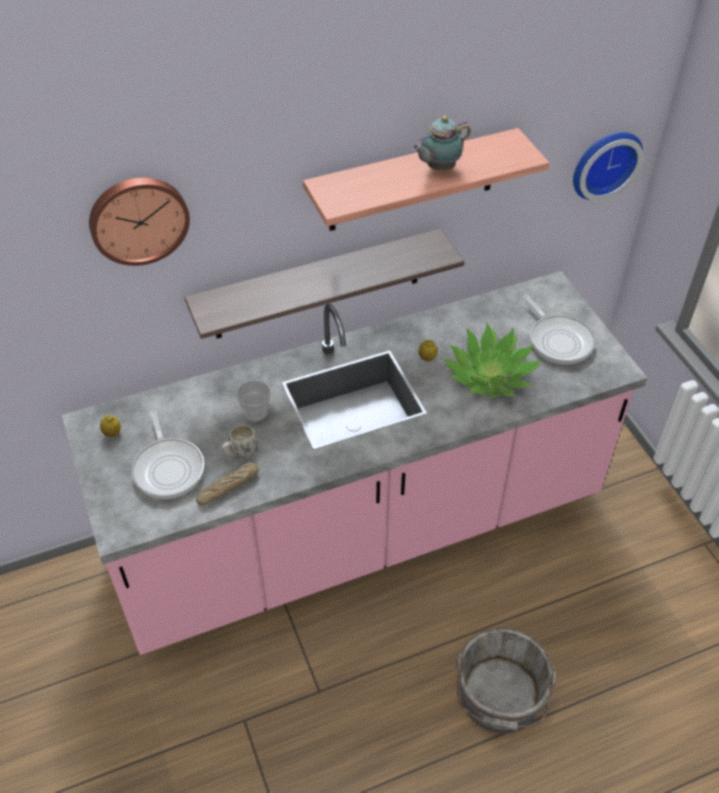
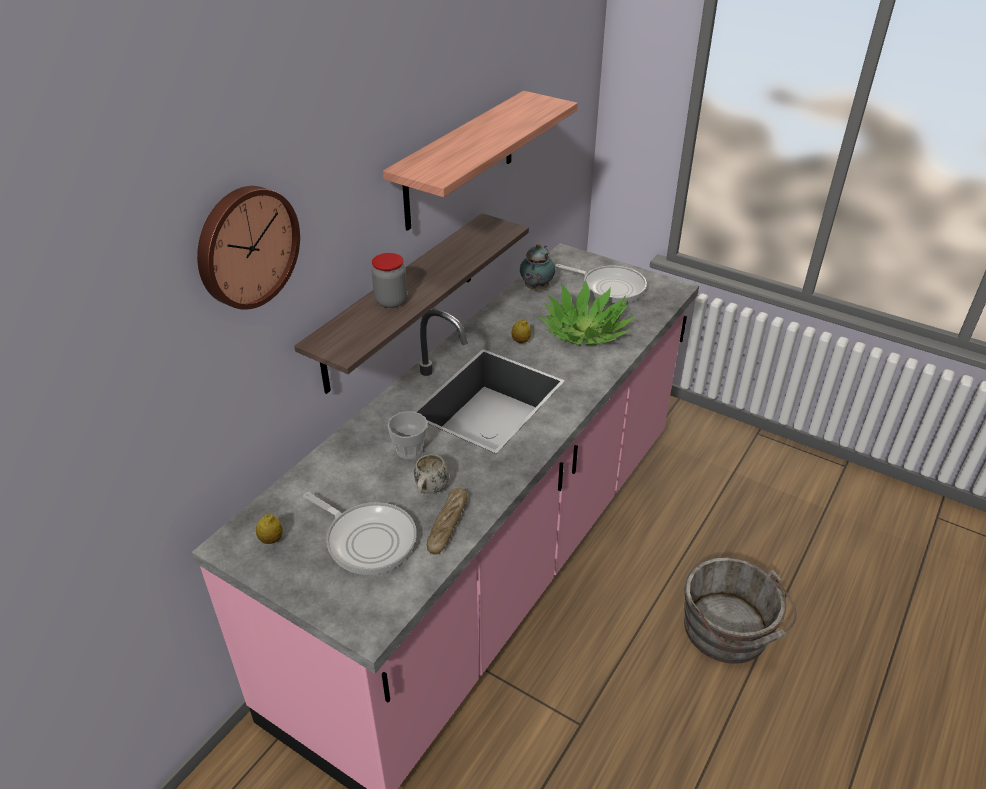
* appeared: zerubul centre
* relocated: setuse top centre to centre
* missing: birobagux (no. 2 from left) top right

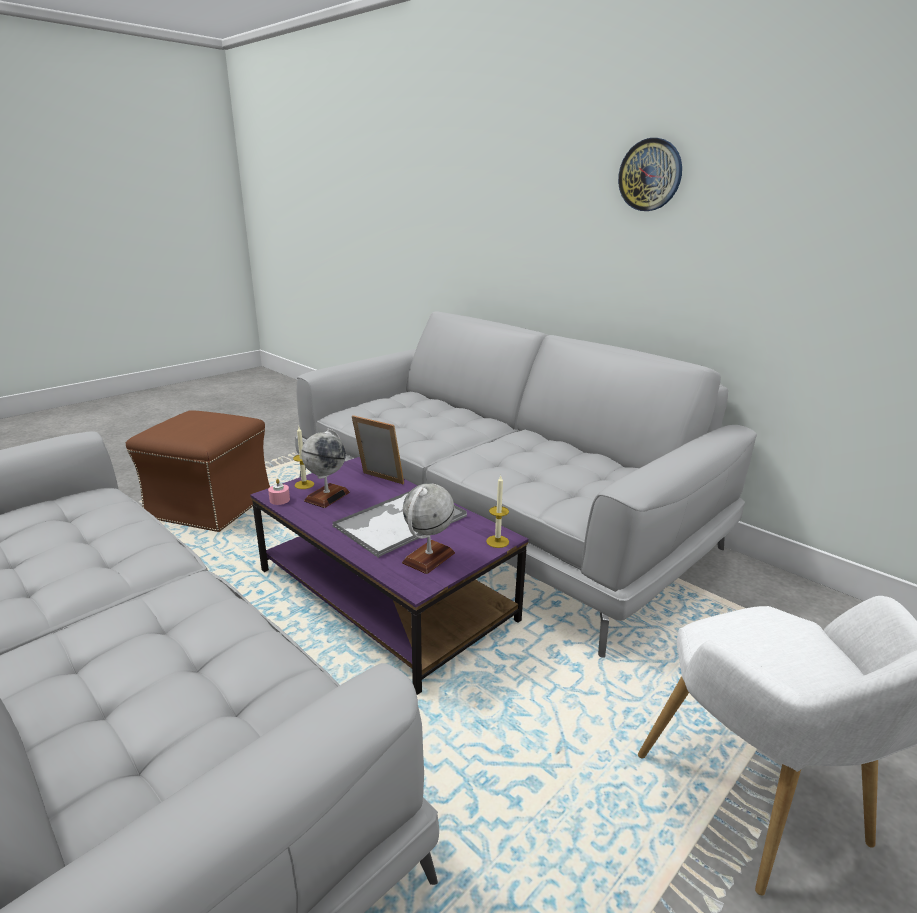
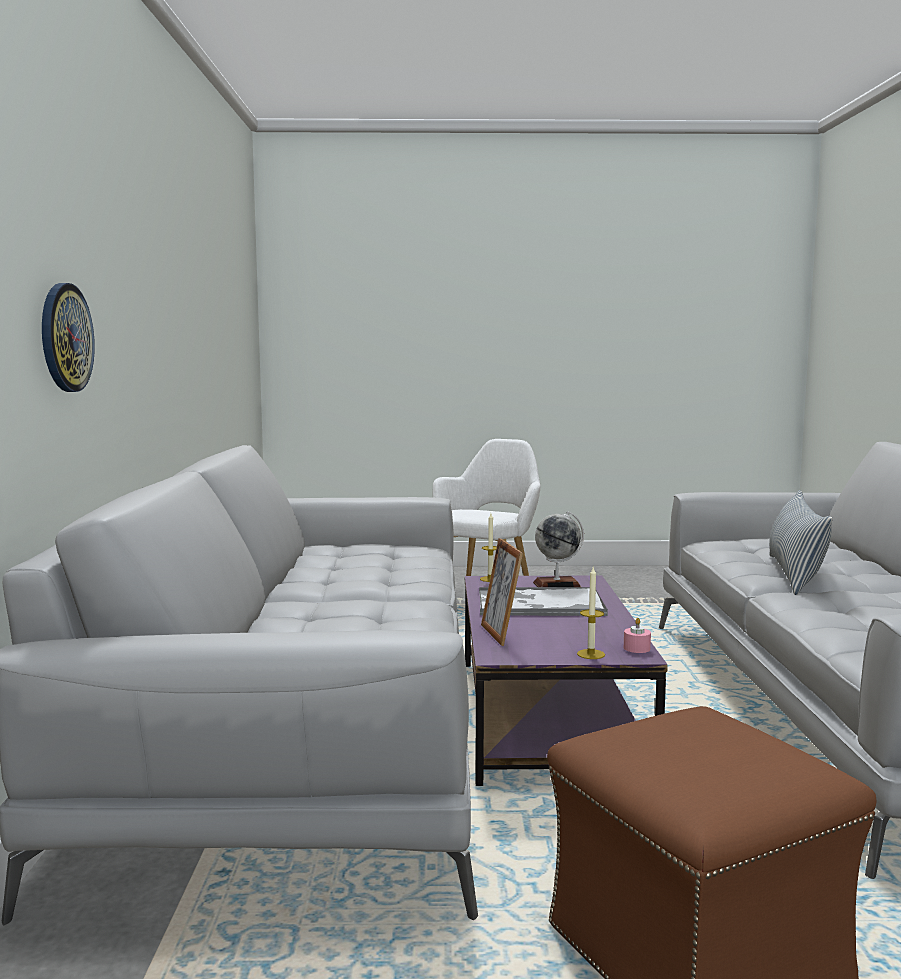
* relocated: birobagux top right to middle left
* appeared: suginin middle right
* missing: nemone (no. 1 from left) centre

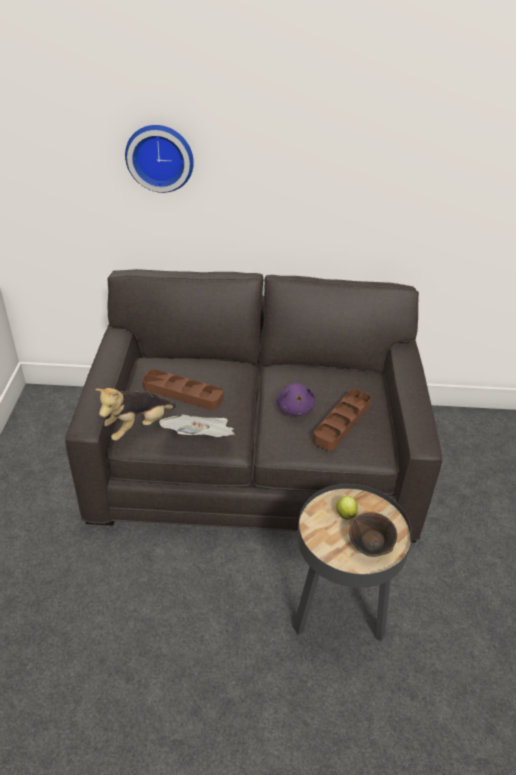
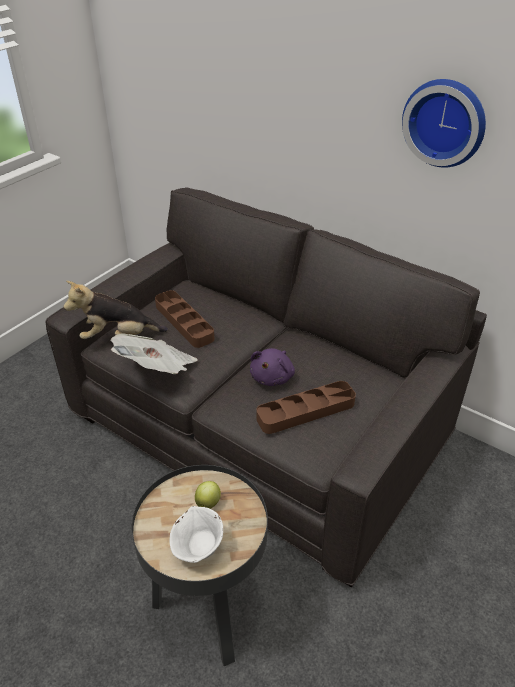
* colour: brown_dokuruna bottom right to white_dokuruna bottom centre
* relocated: birobagux top left to top right

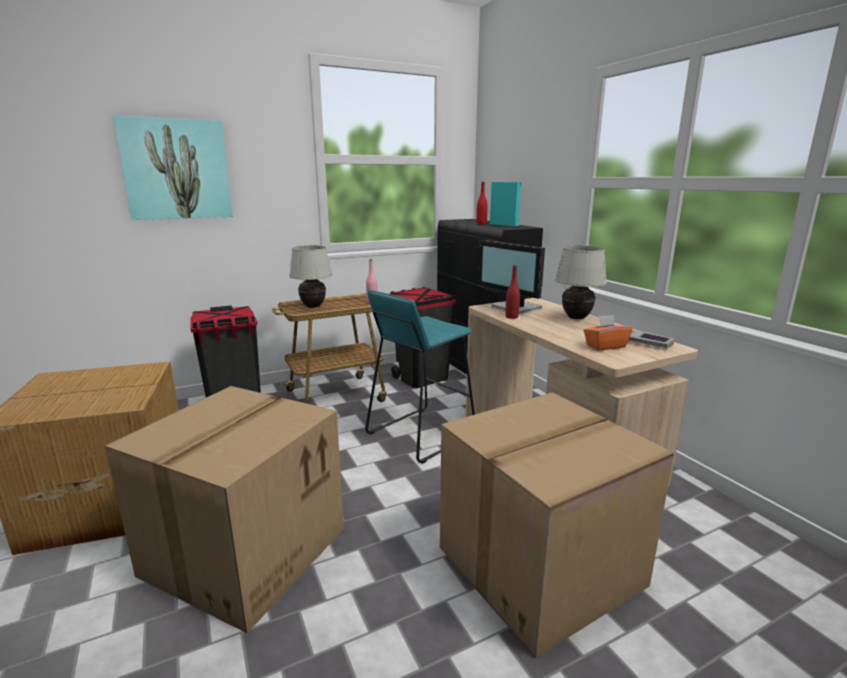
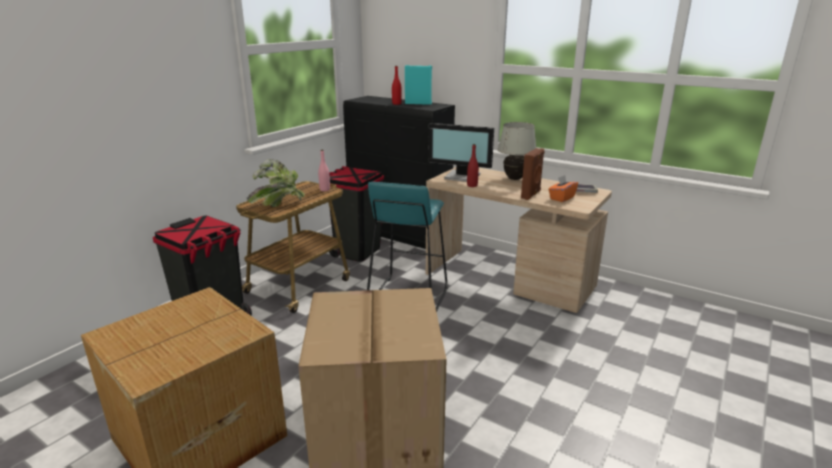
* exchanged: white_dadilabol (no. 1 from left) centre to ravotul middle left
* appeared: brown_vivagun centre
* missing: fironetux top left
* missing: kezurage (no. 3 from left) bottom centre

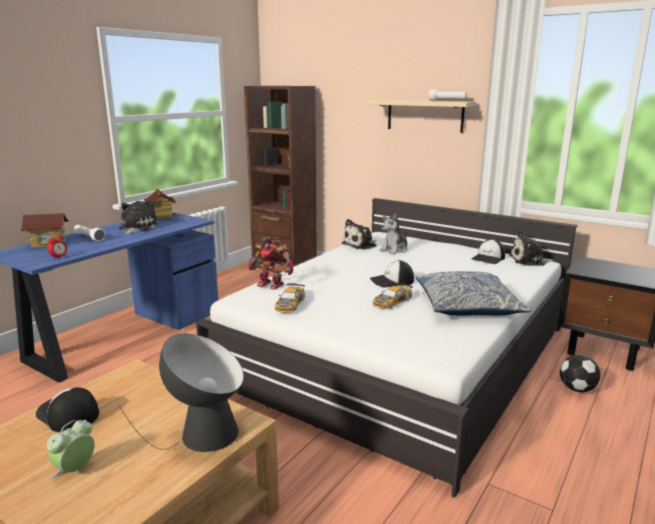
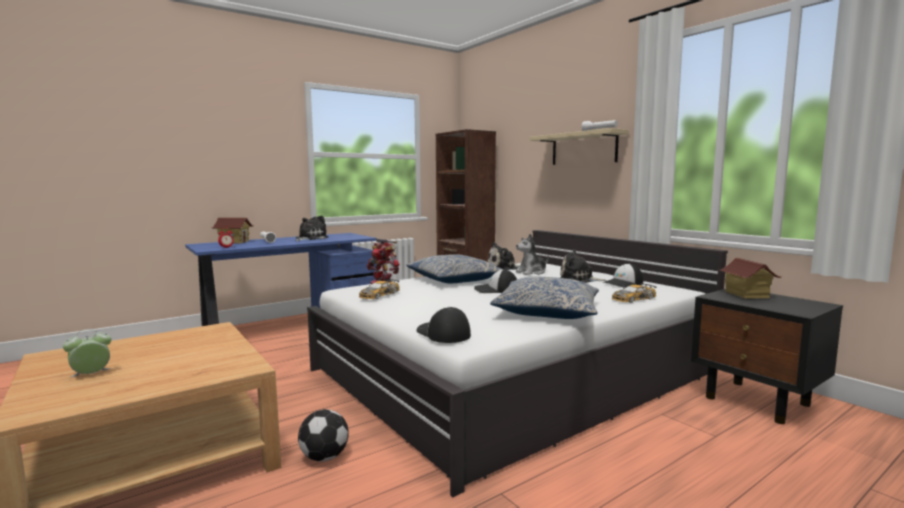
* relocated: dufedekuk bottom right to bottom centre
* appeared: suginin (no. 1 from left) centre
* relocated: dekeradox (no. 1 from left) bottom left to centre
* relocated: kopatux (no. 4 from left) middle right to centre
* relocated: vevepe (no. 2 from left) centre to middle right
* relocated: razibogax (no. 2 from left) middle left to middle right
* missing: dadilabol bottom left

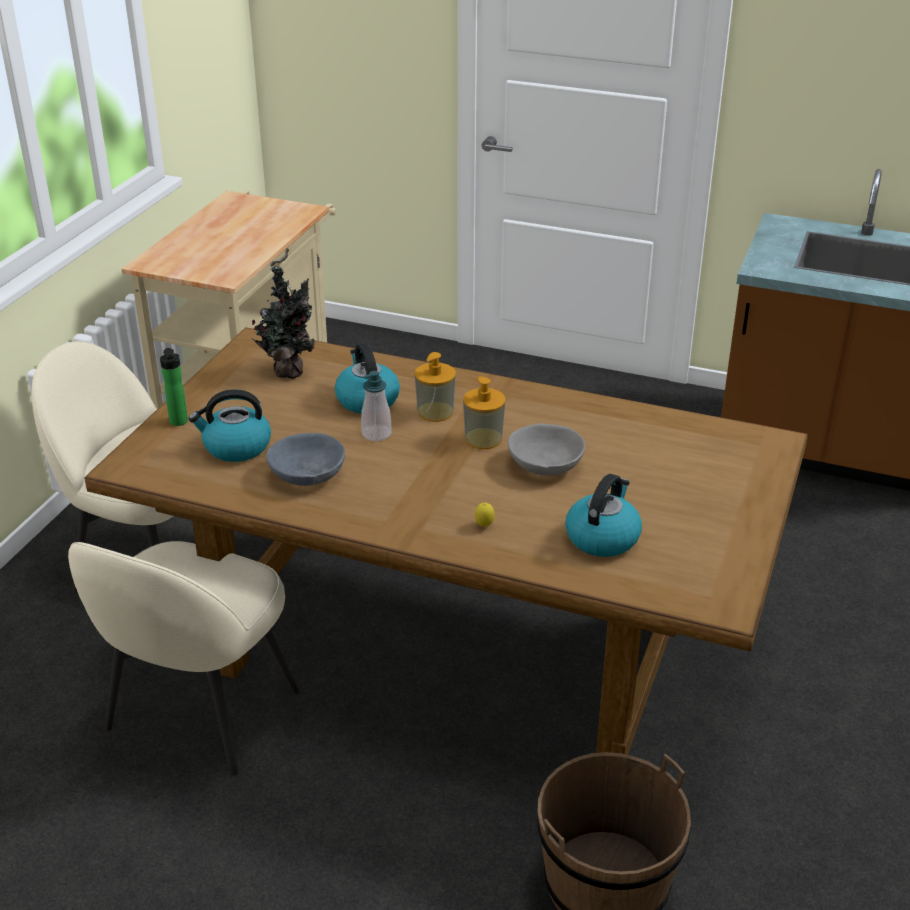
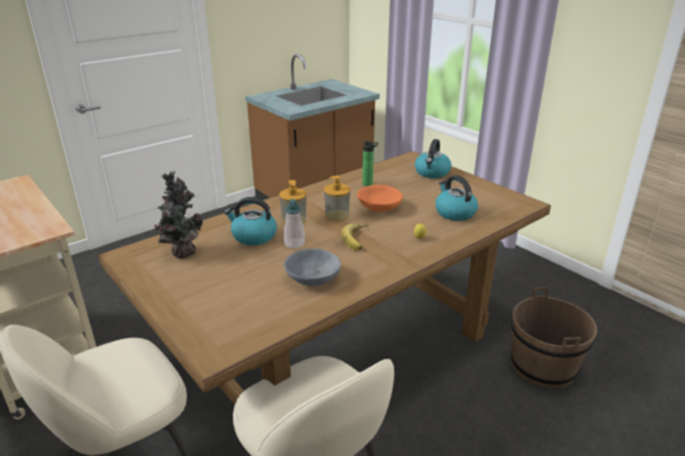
* appeared: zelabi centre
* colour: grey_dokuruna (no. 2 from left) centre to orange_dokuruna centre
* relocated: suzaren middle left to centre
* relocated: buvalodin (no. 1 from left in the first image) middle left to buvalodin (no. 2 from left) centre

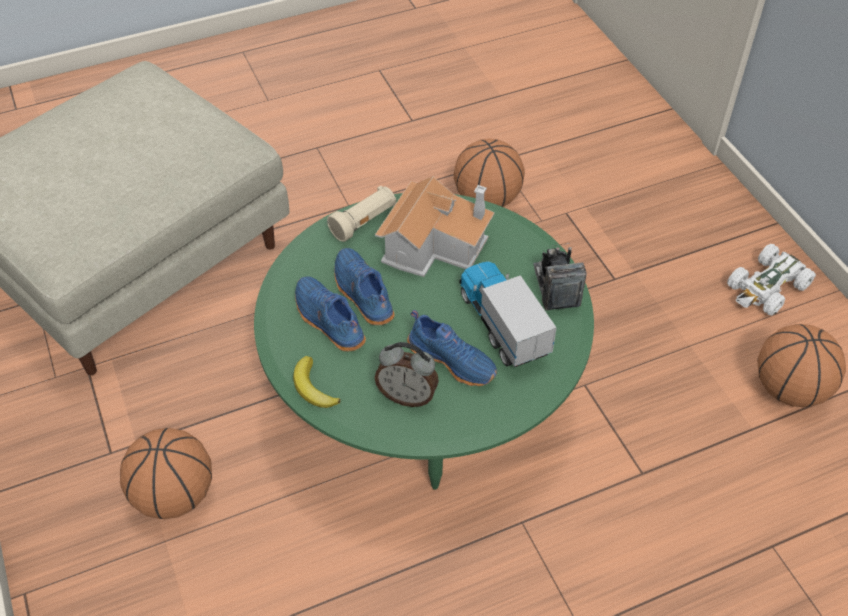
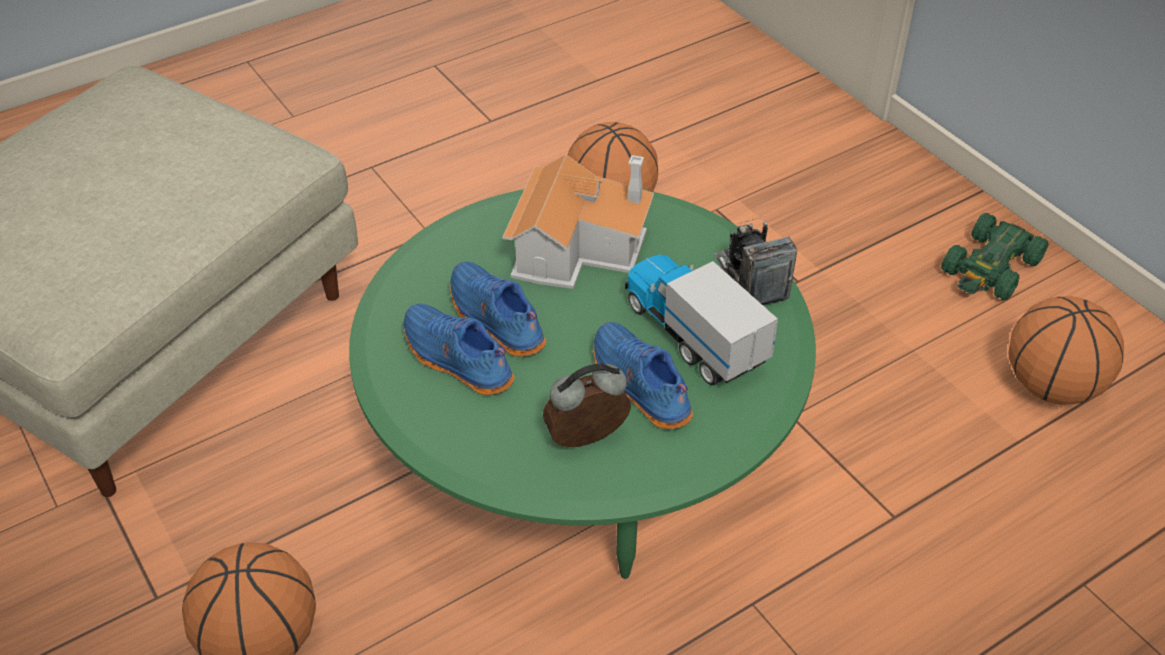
* spun: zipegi centre = centre 150 degrees clockwise
* spun: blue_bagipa (no. 3 from left) centre = centre 150 degrees counterclockwise
* colour: white_vevepe middle right to green_vevepe middle right
* missing: zelabi centre
* missing: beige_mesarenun centre

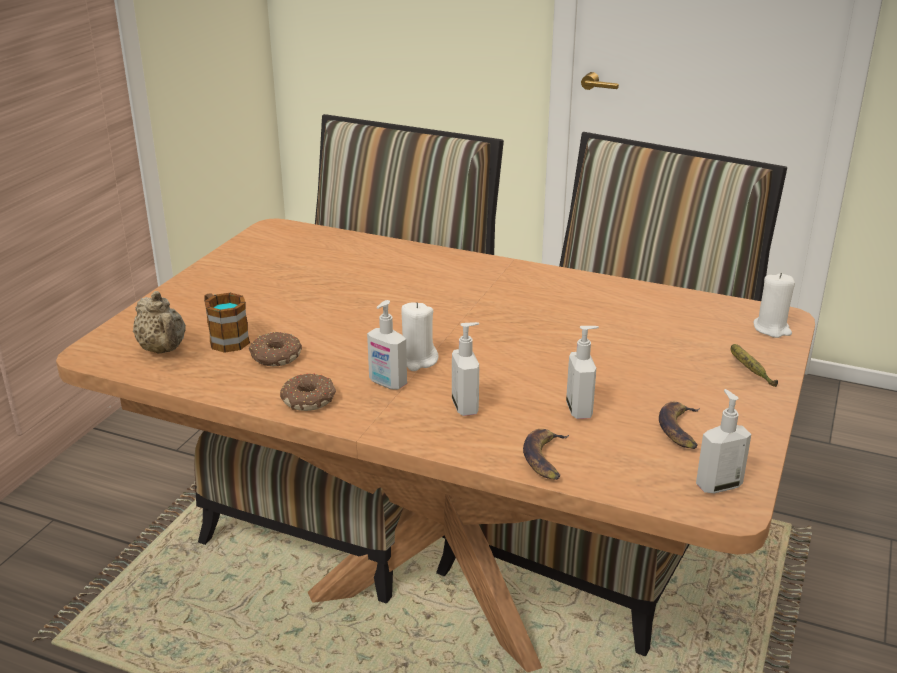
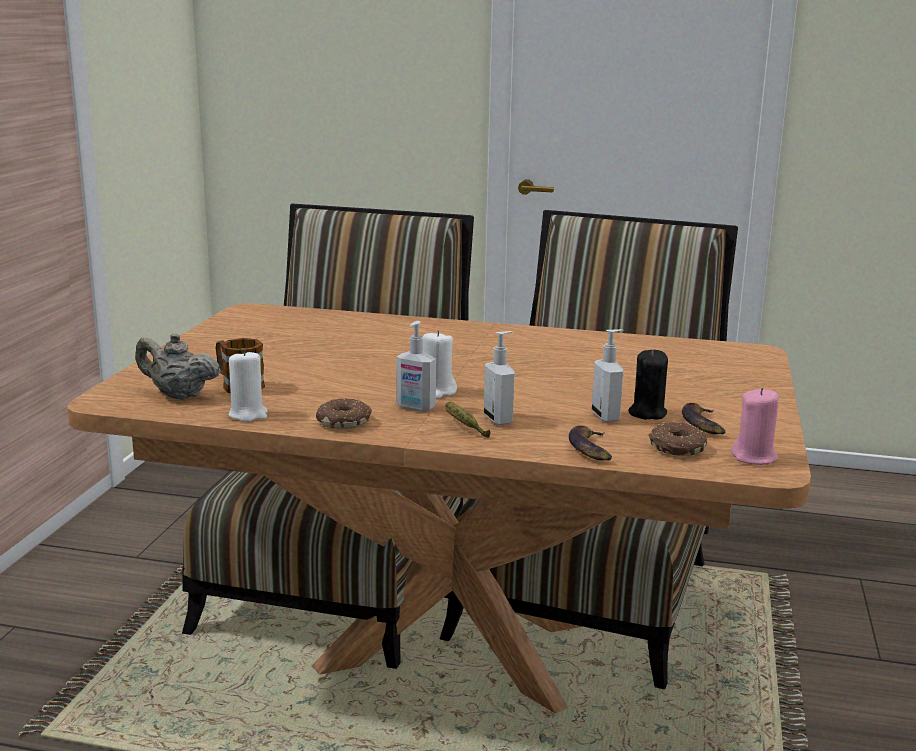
* spun: beige_setuse middle left = middle left 150 degrees clockwise
* relocated: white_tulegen (no. 2 from left in the first image) middle right to white_tulegen (no. 1 from left) middle left
* relocated: zelabi (no. 3 from left in the first image) middle right to zelabi (no. 1 from left) centre
* appeared: black_tulegen middle right
* relocated: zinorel (no. 1 from left in the first image) middle left to zinorel (no. 2 from left) middle right
* exchanged: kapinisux (no. 4 from left) middle right to pink_tulegen middle right

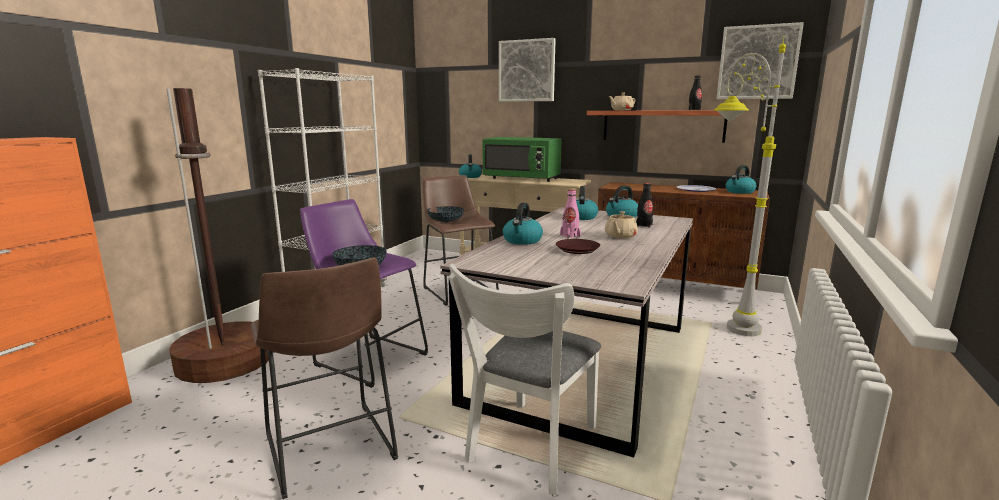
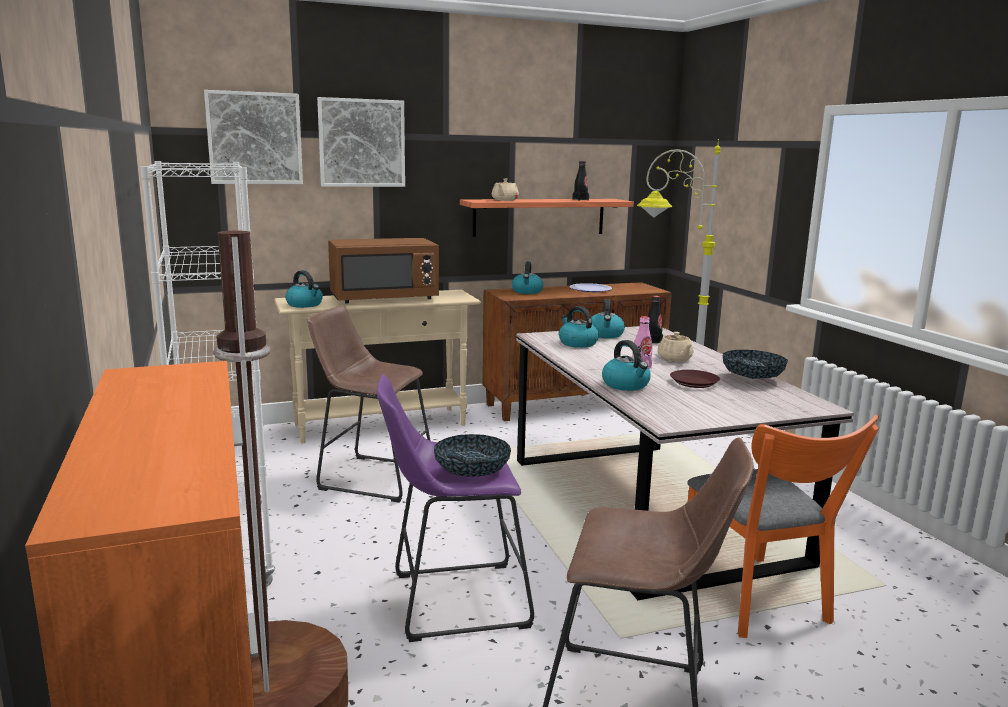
* relocated: fironetux (no. 2 from left in the first image) top right to fironetux (no. 1 from left) top left
* colour: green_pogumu top centre to brown_pogumu centre
* relocated: buvalodin (no. 5 from left in the first image) middle right to buvalodin (no. 2 from left) centre
* colour: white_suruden bottom centre to orange_suruden bottom right
* relocated: dokuruna (no. 2 from left) centre to middle right

